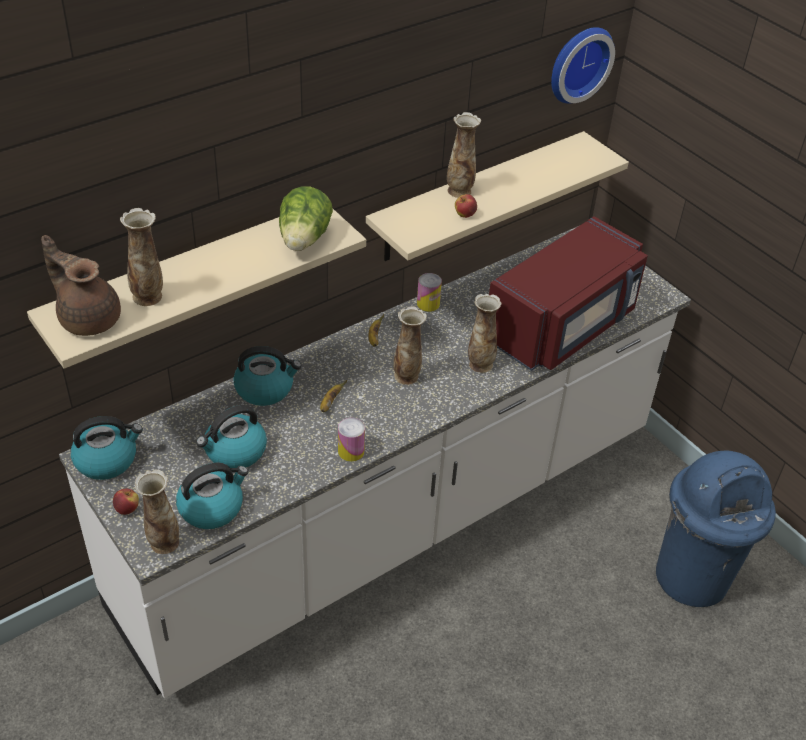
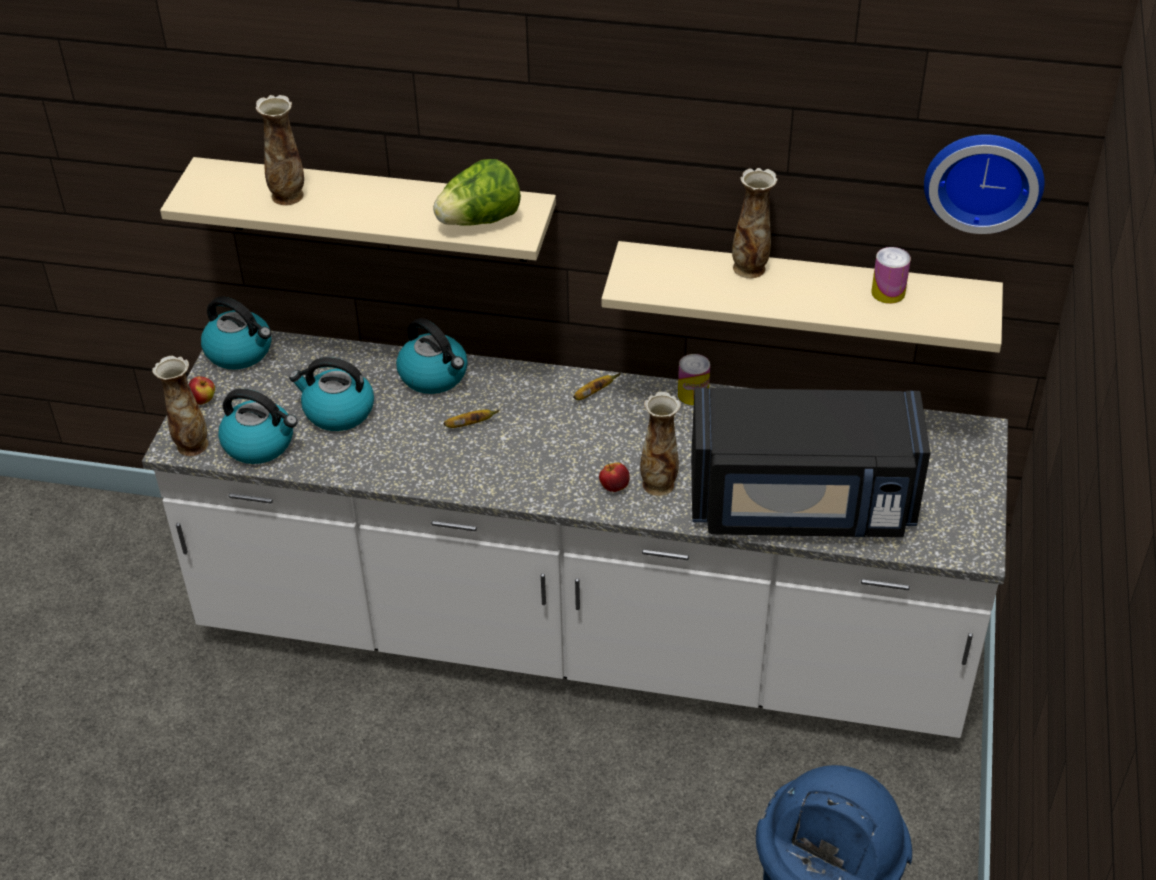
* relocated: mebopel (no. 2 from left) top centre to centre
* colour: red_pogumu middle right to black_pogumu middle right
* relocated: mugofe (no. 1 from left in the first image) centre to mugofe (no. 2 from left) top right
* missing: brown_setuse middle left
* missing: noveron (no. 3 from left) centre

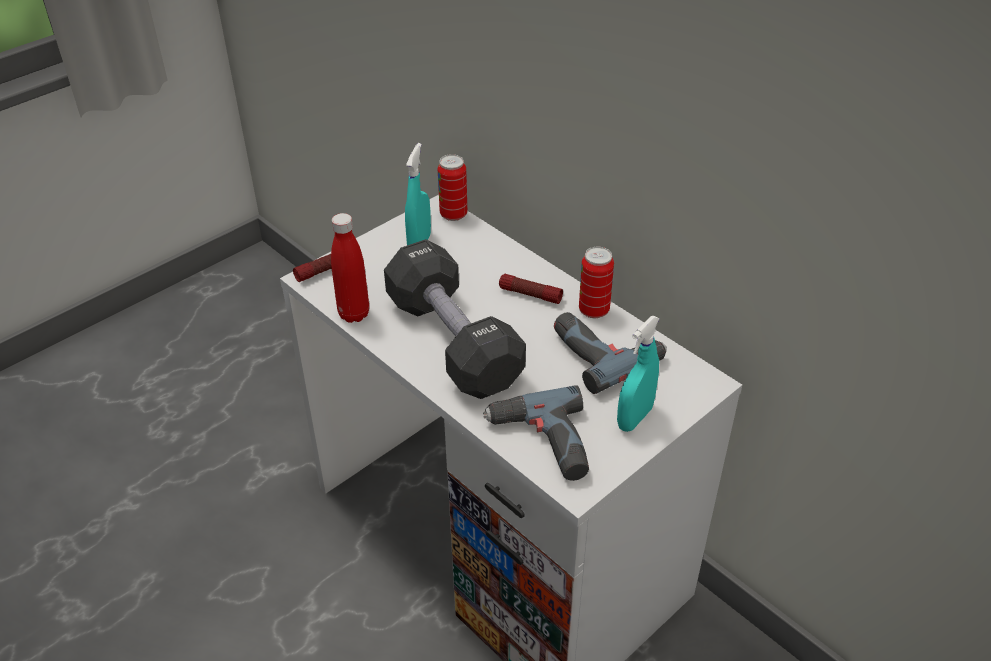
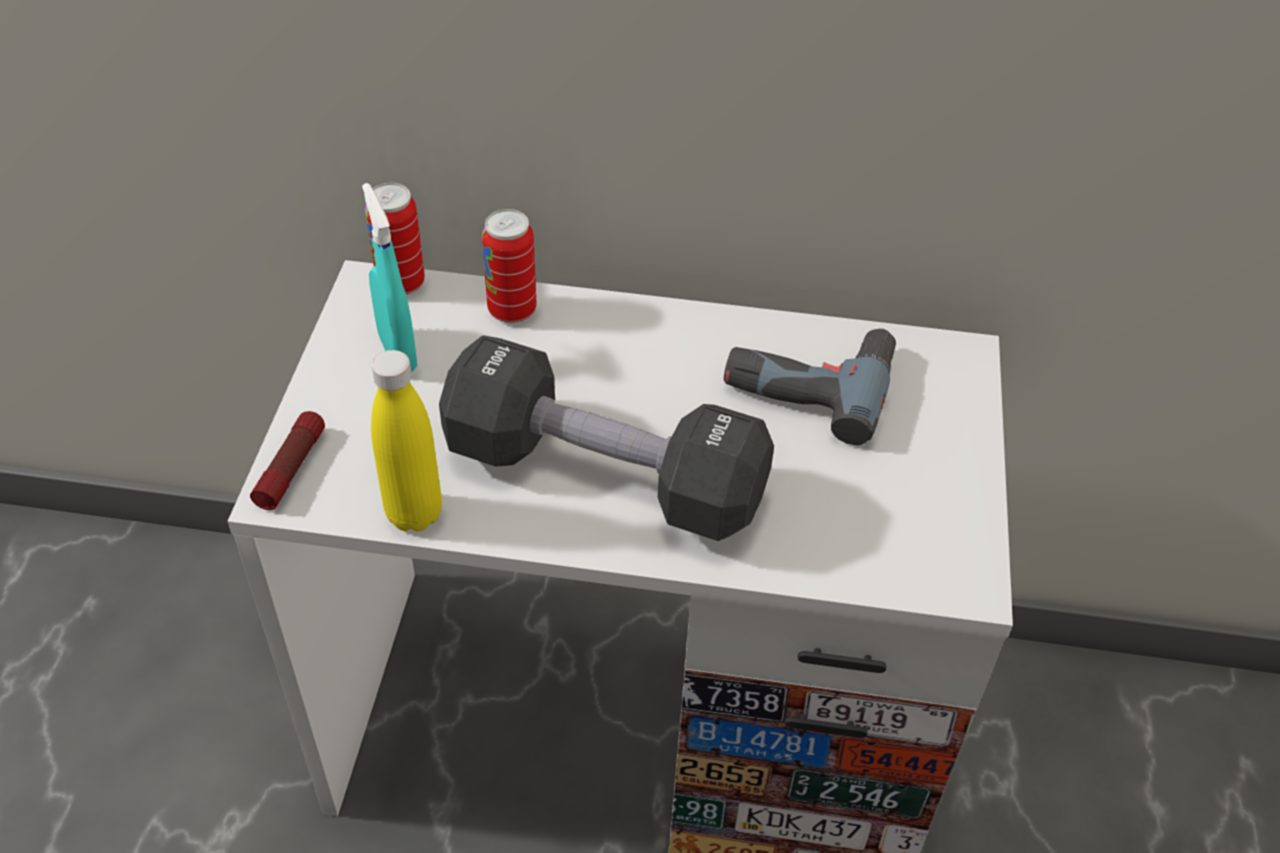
* colour: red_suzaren centre to yellow_suzaren middle left
* relocated: mugofe (no. 2 from left) centre to top centre
* missing: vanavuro (no. 1 from left) centre
* missing: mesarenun (no. 2 from left) centre
* missing: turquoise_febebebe (no. 2 from left) centre

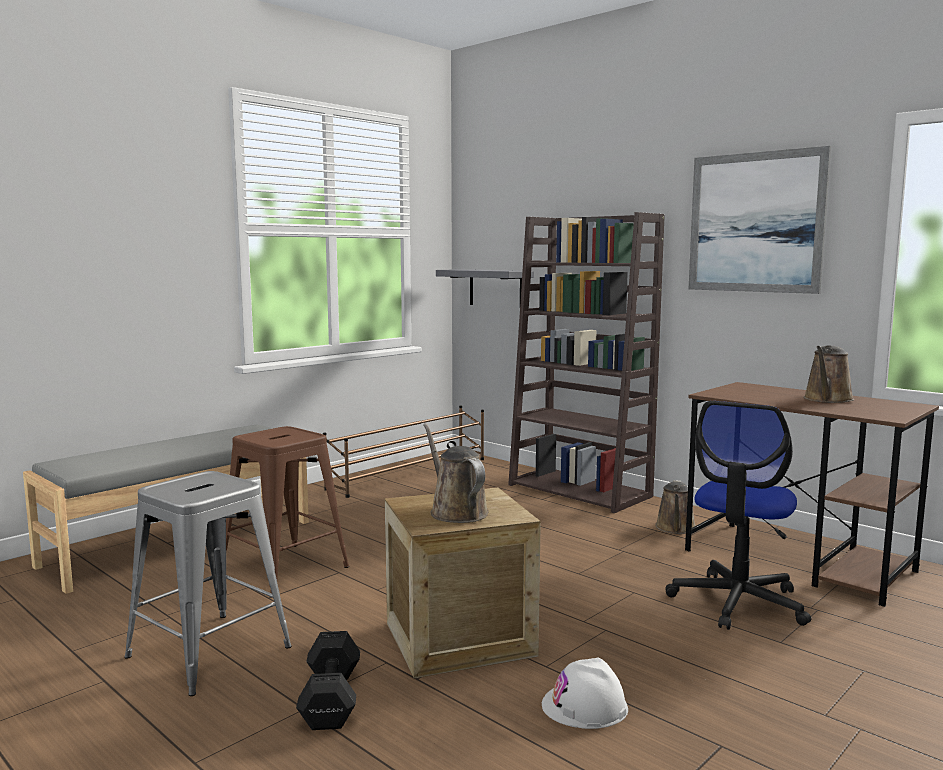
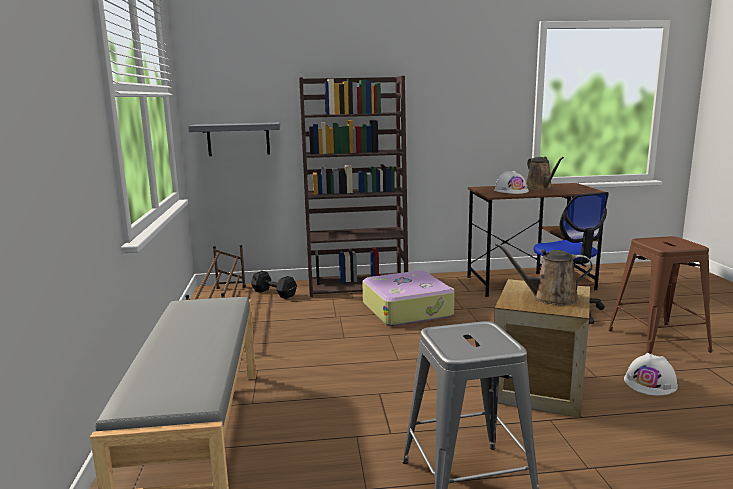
* relocated: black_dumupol bottom centre to centre
* appeared: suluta centre
* appeared: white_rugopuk (no. 1 from left) middle right
* relocated: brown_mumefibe middle left to middle right
* missing: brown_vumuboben (no. 2 from left) middle right
* missing: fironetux top right

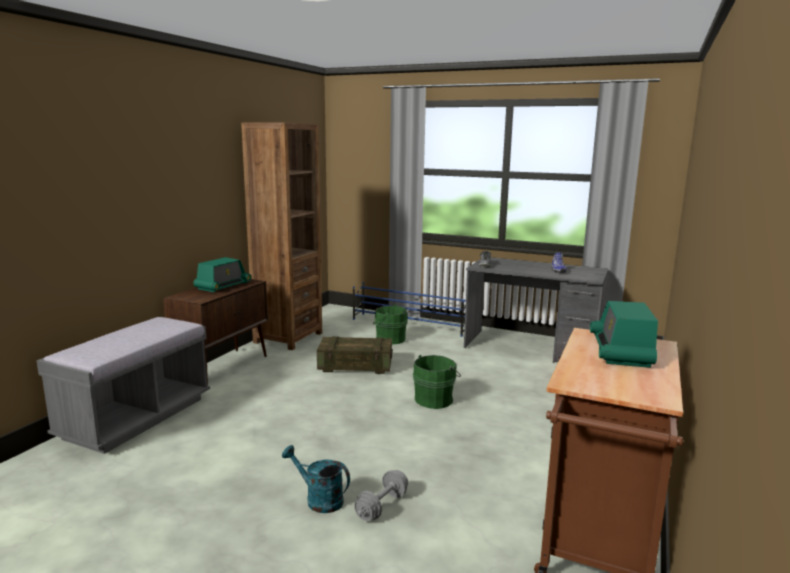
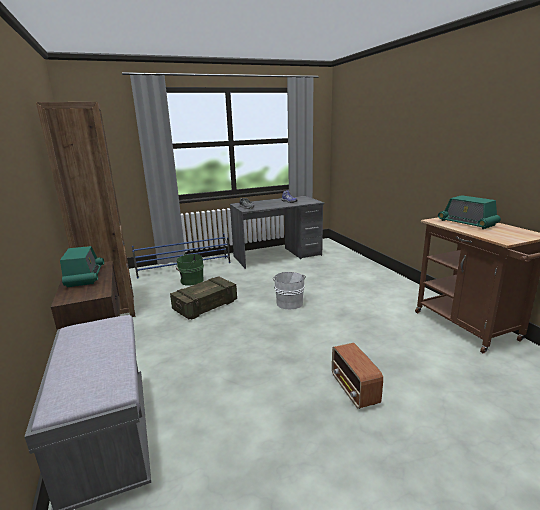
* colour: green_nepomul (no. 2 from left) bottom centre to white_nepomul centre
* exchanged: turquoise_vumuboben bottom centre to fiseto (no. 2 from left) bottom centre
* missing: grey_dumupol bottom centre

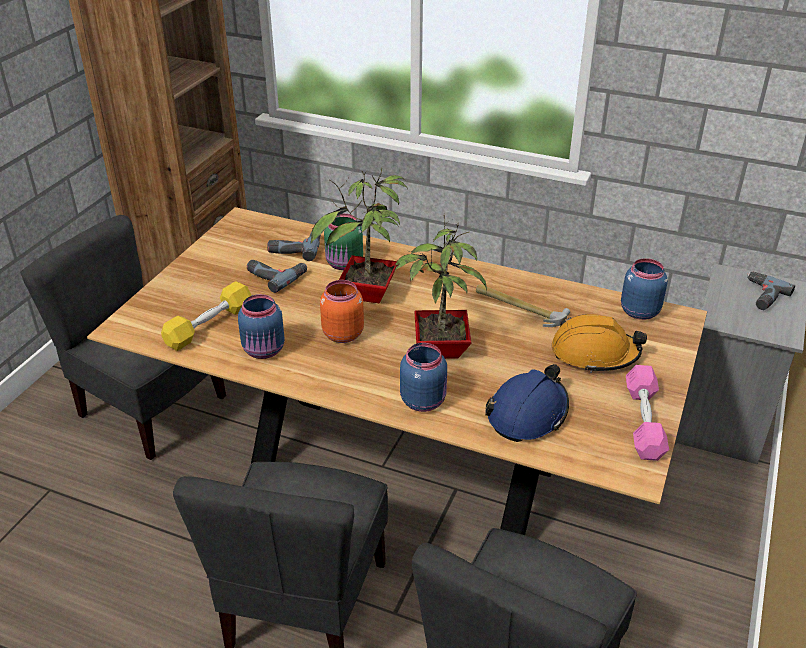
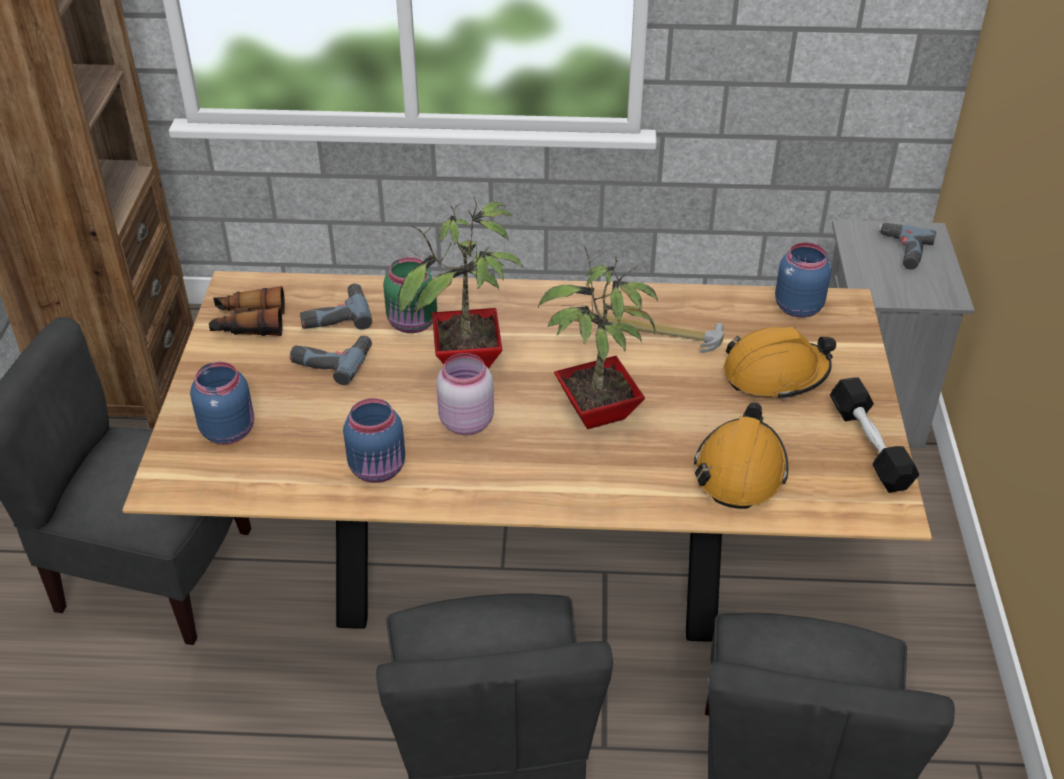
* relocated: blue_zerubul (no. 2 from left in the first image) centre to blue_zerubul (no. 1 from left) middle left
* appeared: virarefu middle left
* colour: orange_zerubul centre to pink_zerubul centre
* colour: blue_rugopuk centre to orange_rugopuk (no. 1 from left) middle right
* colour: pink_dumupol middle right to black_dumupol middle right
* missing: yellow_dumupol middle left

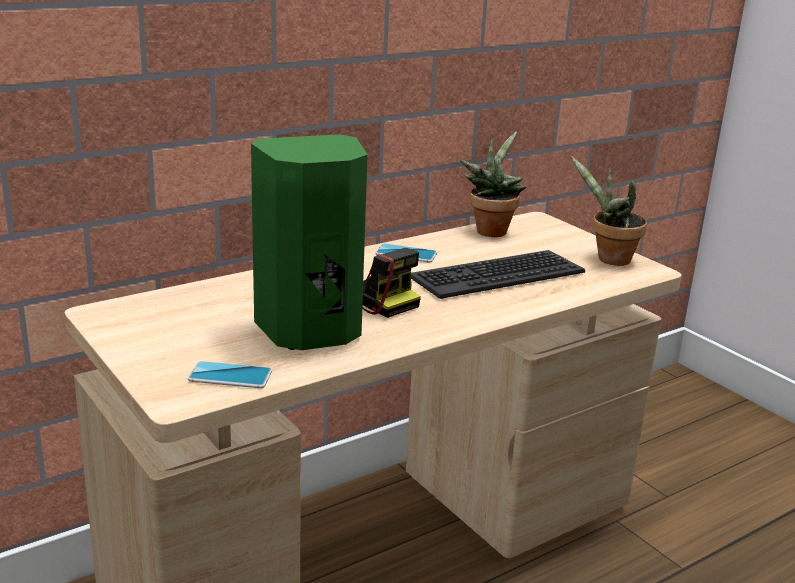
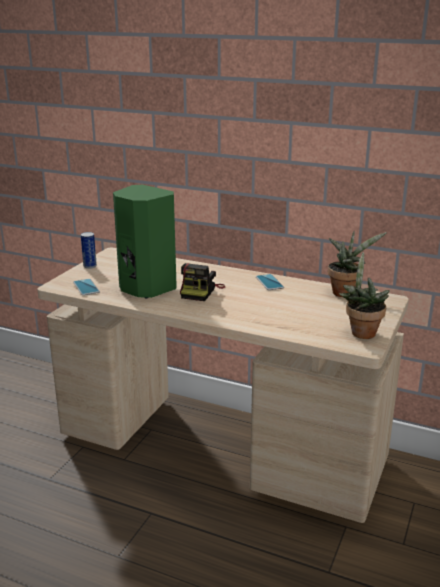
* appeared: mugofe middle left
* missing: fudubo centre

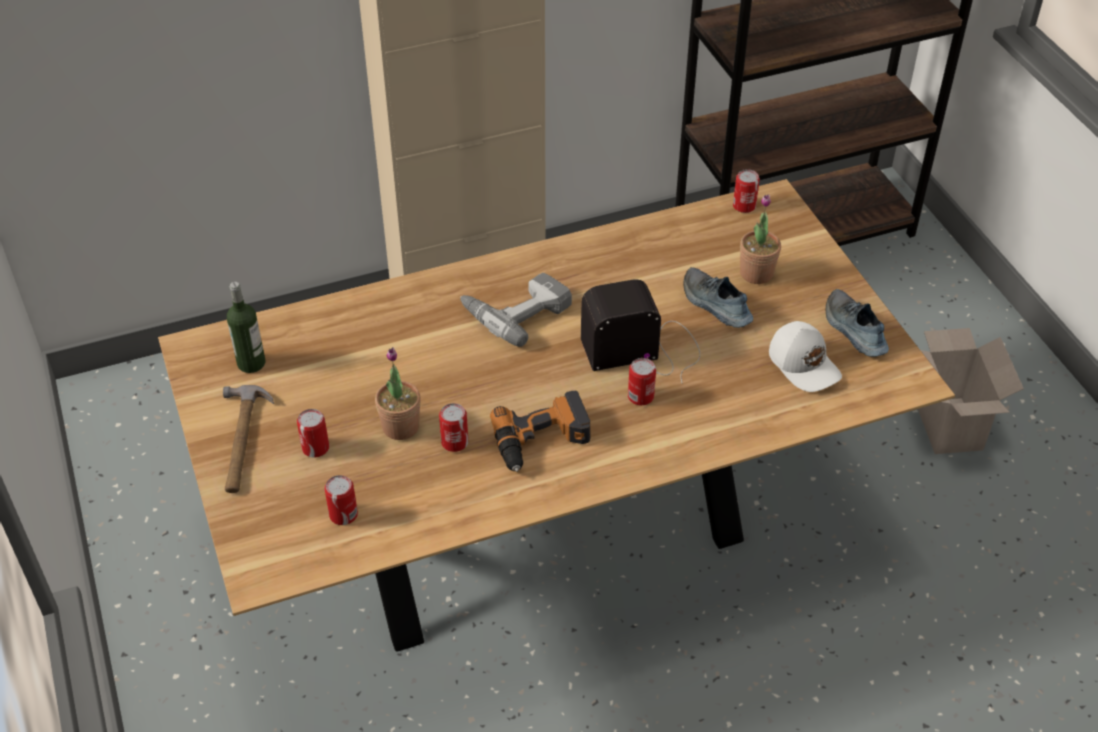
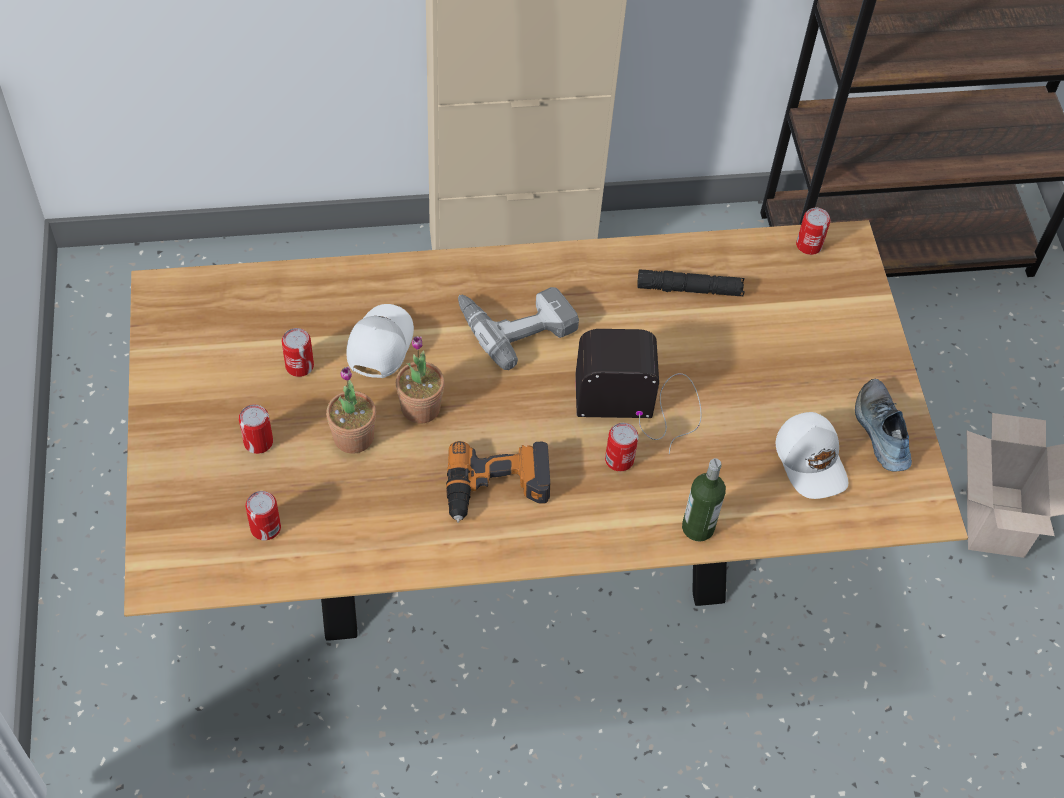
* relocated: mugofe (no. 3 from left) centre to middle left
* appeared: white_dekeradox (no. 1 from left) centre
* relocated: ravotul (no. 2 from left) top right to centre
* appeared: black_mesarenun centre
* relocated: suzaren middle left to centre
* missing: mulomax middle left
* missing: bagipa (no. 1 from left) centre

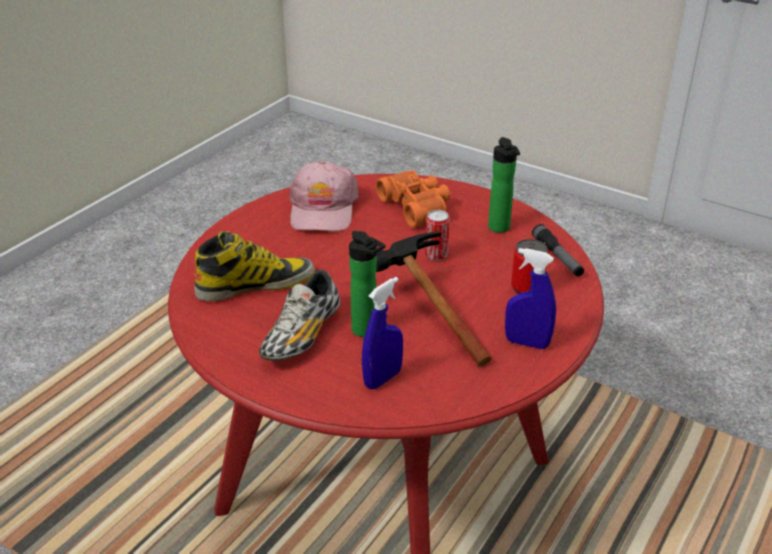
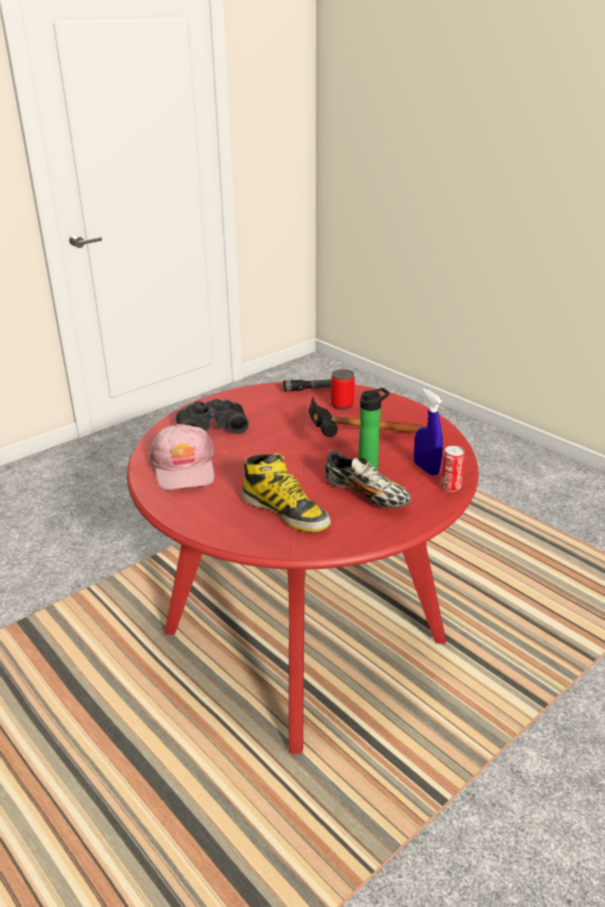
* spun: pink_dekeradox centre = middle left 60 degrees clockwise
* colour: orange_virarefu centre to black_virarefu centre
* spun: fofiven middle left = centre 135 degrees clockwise
* relocated: mugofe (no. 1 from left in the first image) centre to mugofe (no. 2 from left) middle right
* missing: suzaren (no. 2 from left) centre
* missing: blue_febebebe (no. 2 from left) middle right

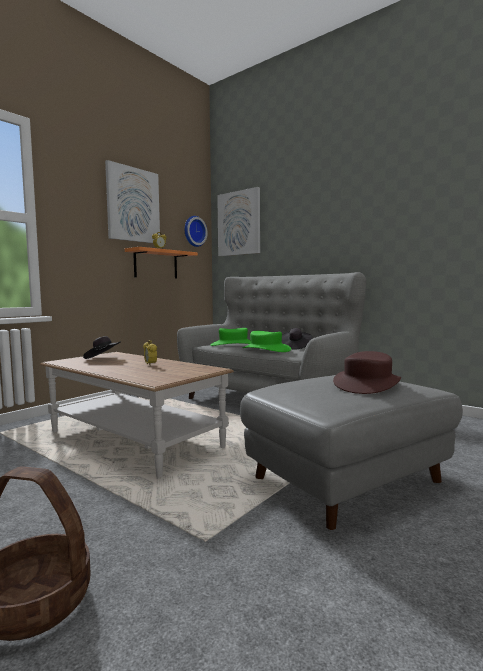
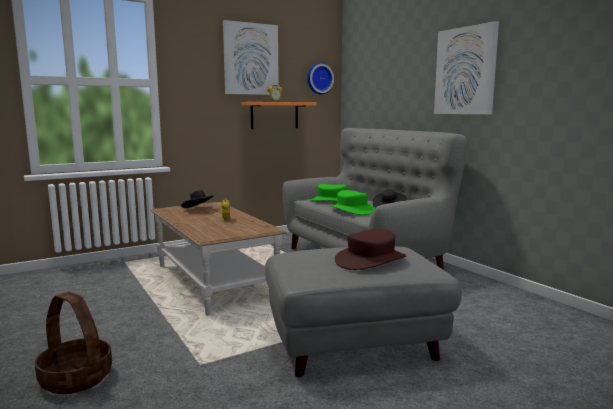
* relocated: fironetux (no. 2 from left) top centre to top right

